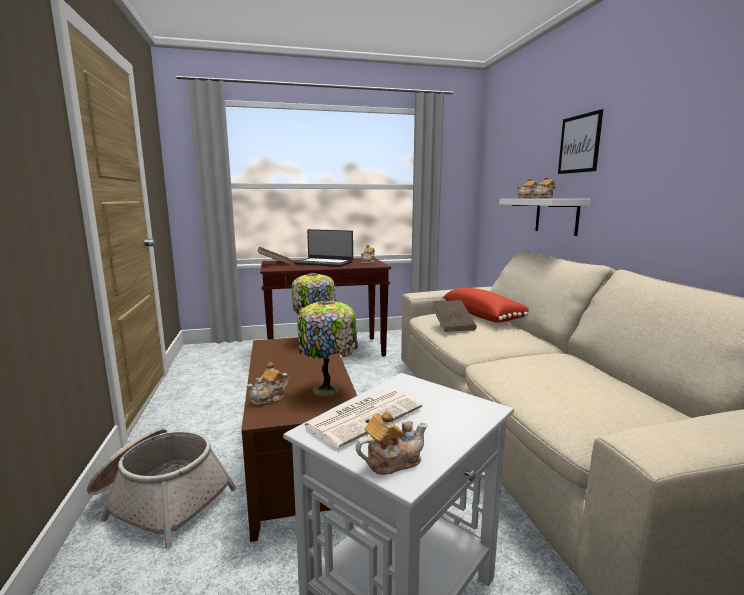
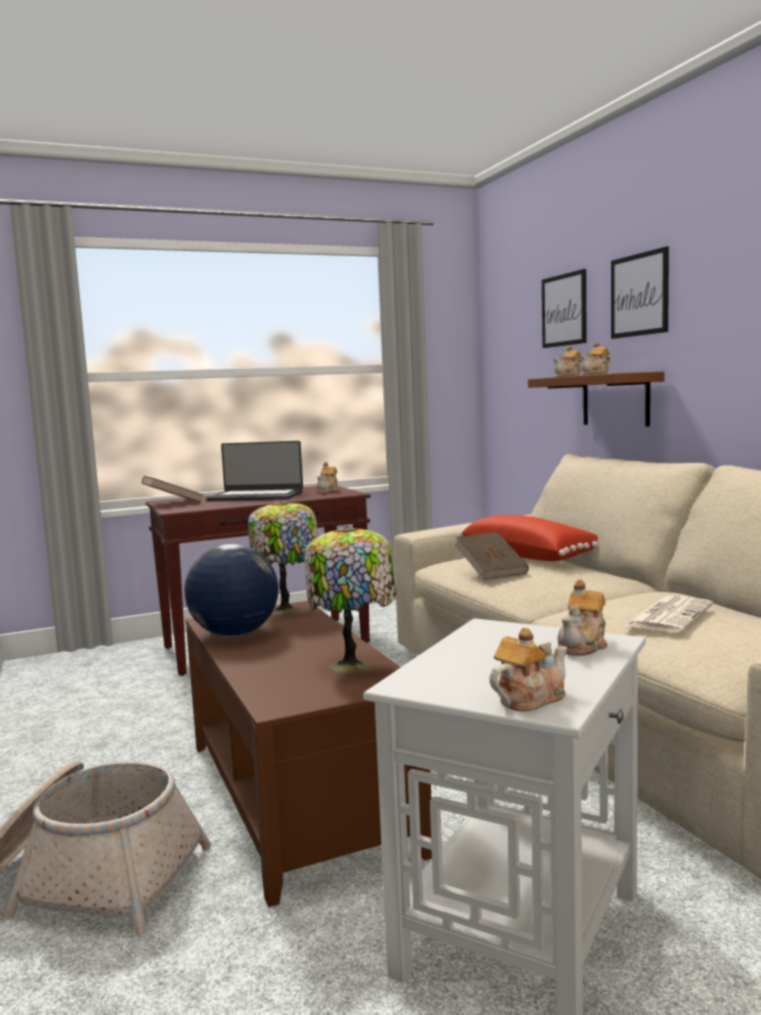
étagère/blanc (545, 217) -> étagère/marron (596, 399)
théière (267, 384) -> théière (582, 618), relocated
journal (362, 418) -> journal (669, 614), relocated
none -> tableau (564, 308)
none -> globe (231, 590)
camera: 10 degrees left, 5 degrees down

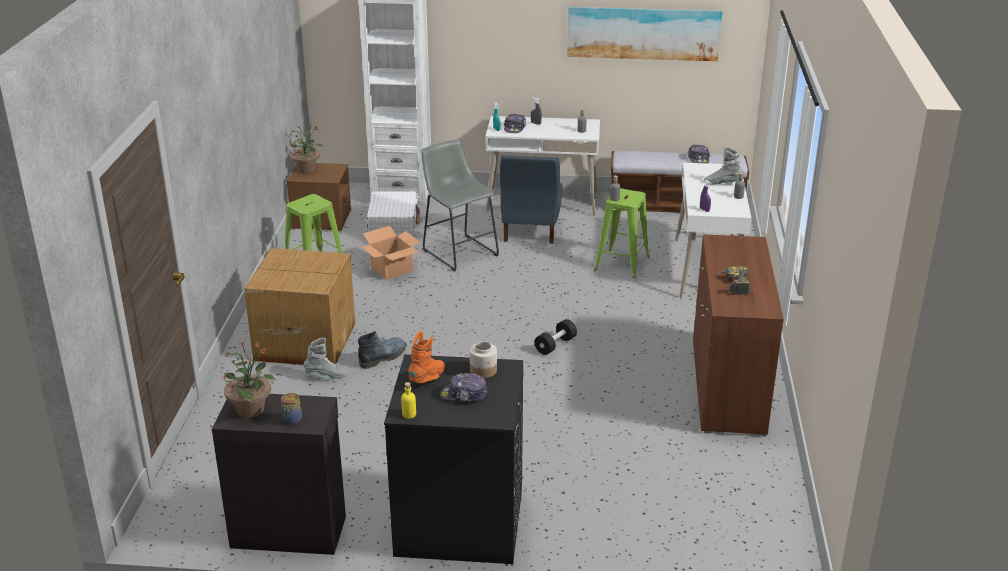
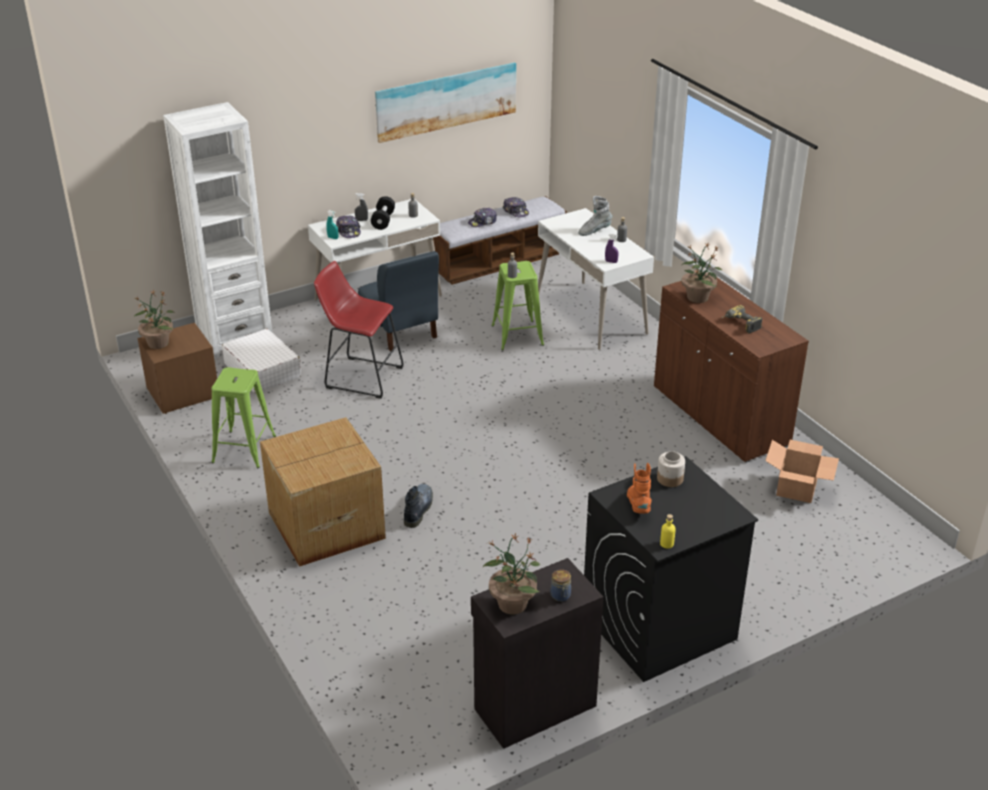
tabouret/gris (460, 205) -> tabouret/rouge (359, 330)
carton (390, 253) -> carton (802, 471), relocated
haltère/noir (555, 337) -> haltère/noir (383, 213), relocated
botte/gris (326, 358) -> none
casquette (463, 387) -> casquette (482, 217), relocated
none -> plante en pot (702, 273)
camera: 35 degrees left, 5 degrees up

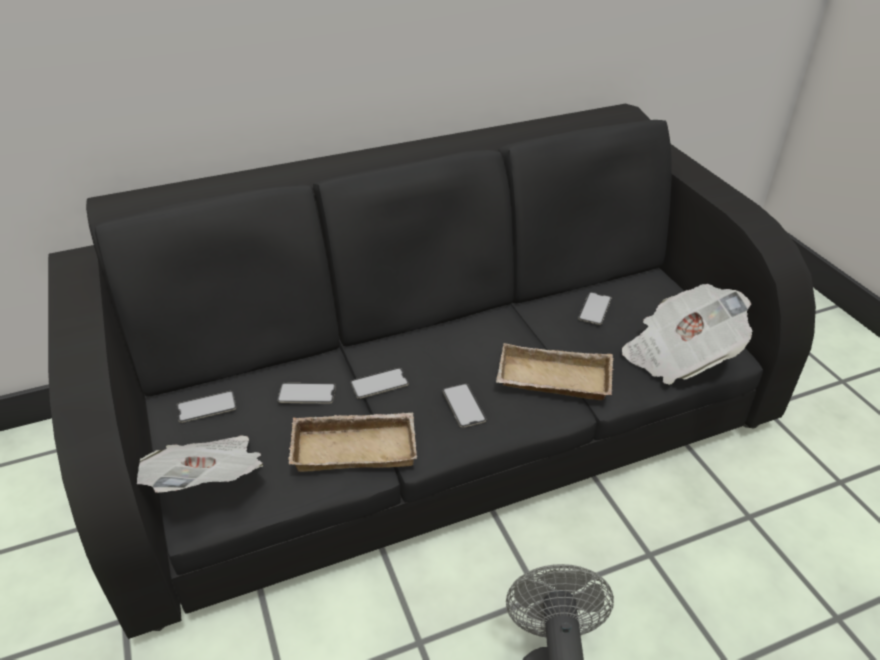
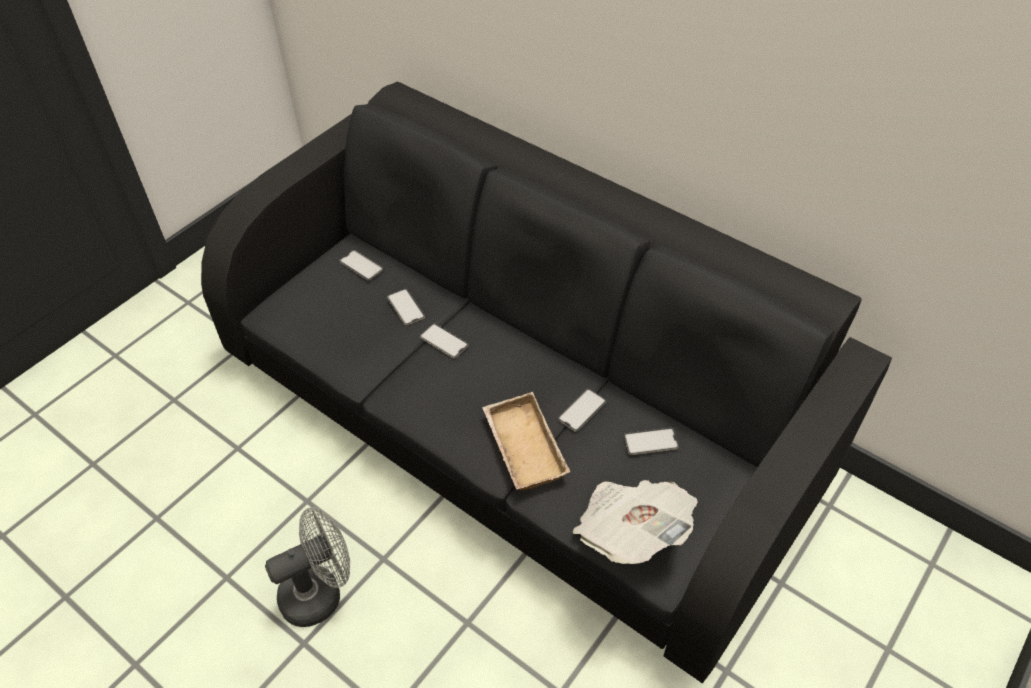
téléphone (464, 405) -> téléphone (582, 410), relocated
plateau/beige (352, 442) -> none
journal (200, 464) -> none
camera: 60 degrees right, 10 degrees up

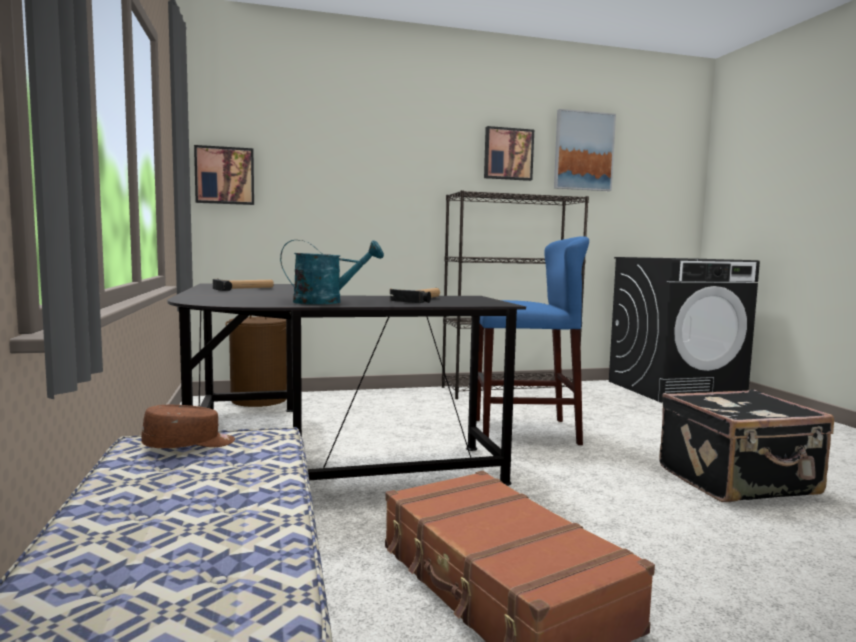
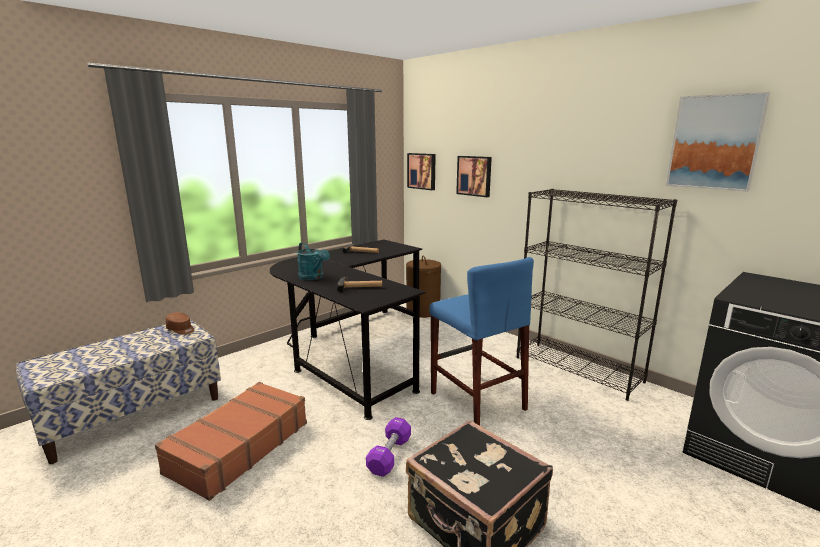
tableau (509, 153) -> tableau (474, 176), relocated
none -> haltère/violet (388, 447)
camera: 60 degrees right, 10 degrees up

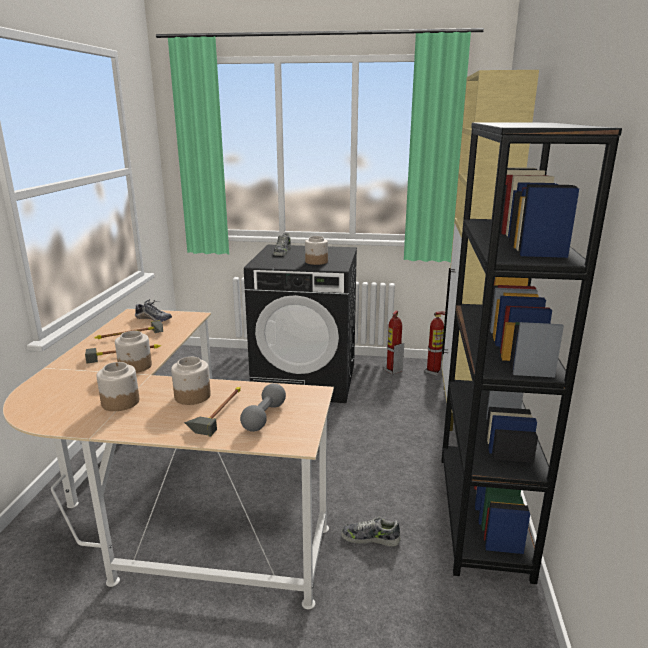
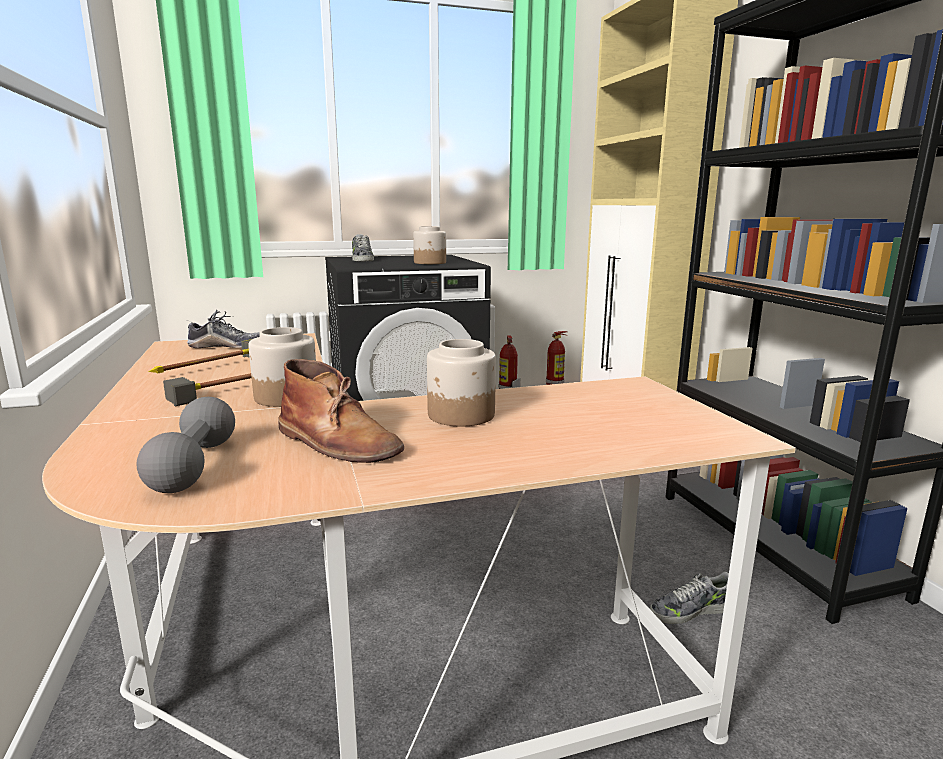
bocal (118, 386) -> botte/marron (341, 411)
haltère/gris (263, 407) -> haltère/gris (186, 445), relocated
marteau (212, 412) -> none
camera: 25 degrees left, 5 degrees down

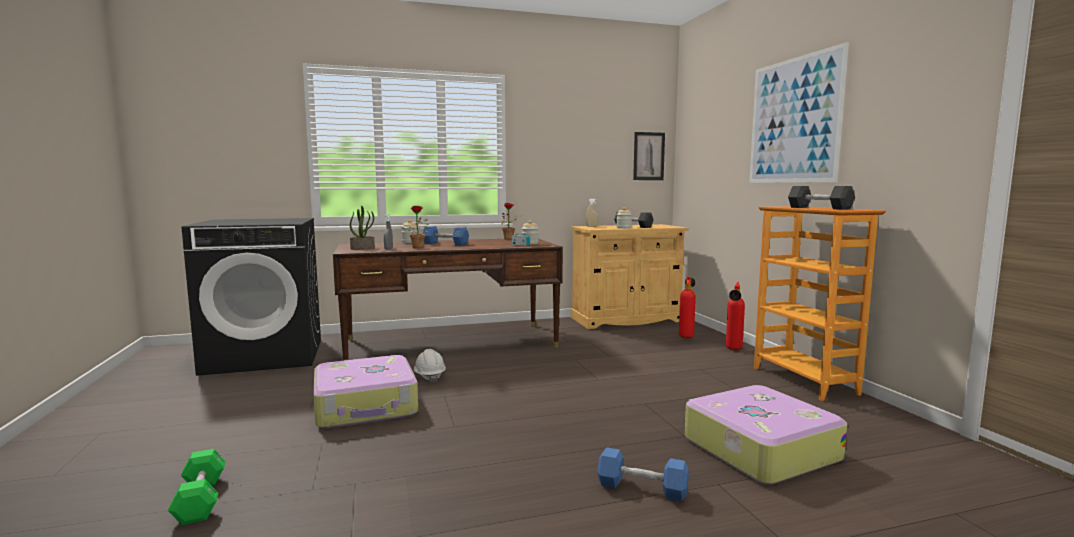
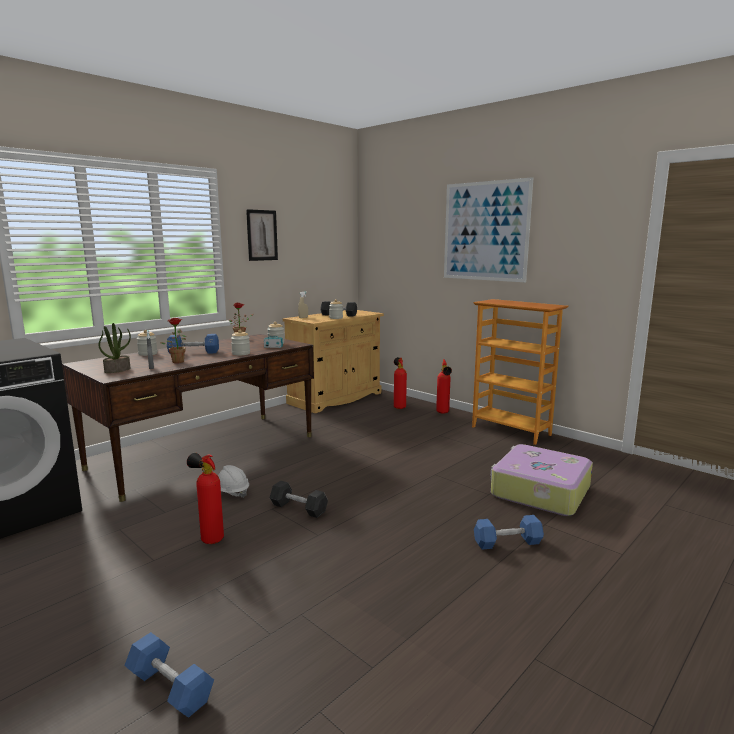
tableau (649, 156) -> tableau (262, 235), relocated
haltère/noir (821, 198) -> haltère/noir (299, 499), relocated
valise (365, 392) -> extincteur (205, 498)
haltère/vert (196, 487) -> haltère/bleu (169, 675)
none -> bocal (240, 343)
camera: 30 degrees left, 5 degrees up

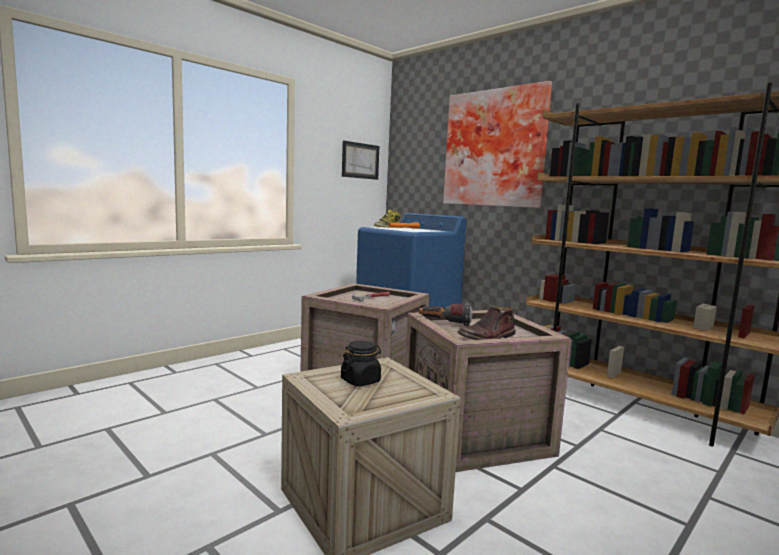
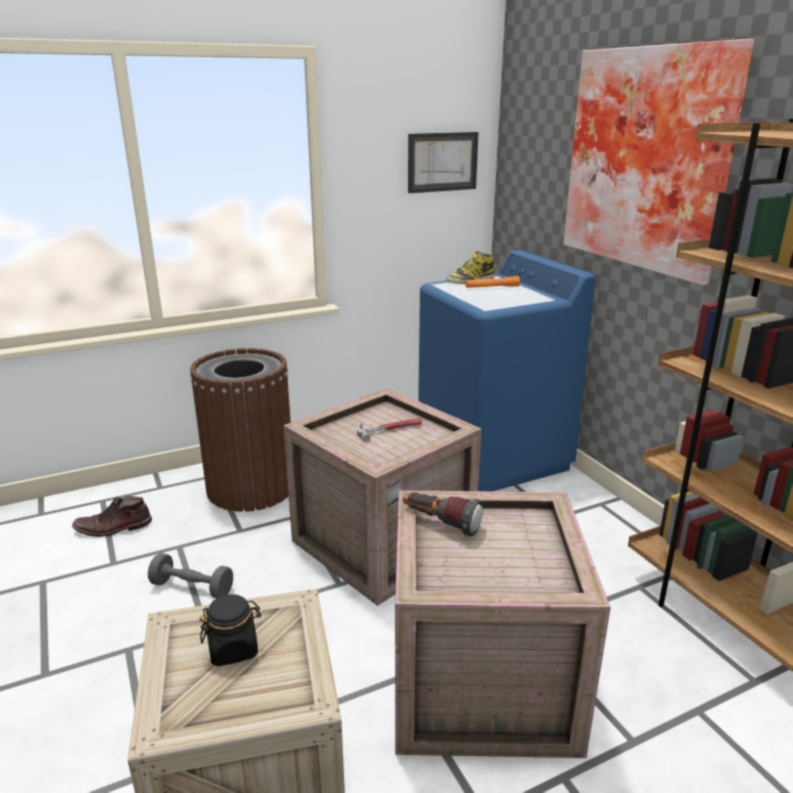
botte/marron (486, 323) -> botte/marron (112, 516), relocated
none -> poubelle/marron (240, 430)
none -> haltère/gris (190, 575)
camera: 20 degrees right, 15 degrees up

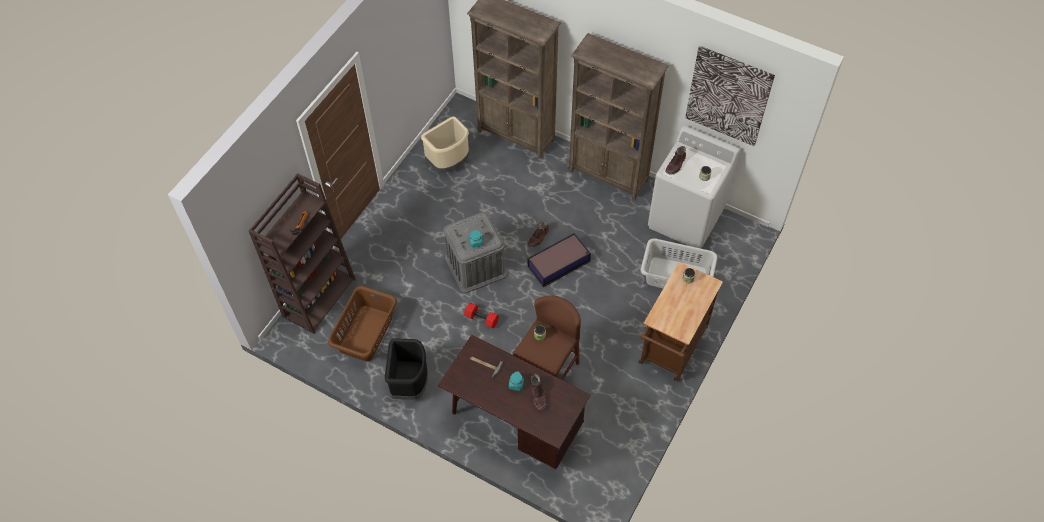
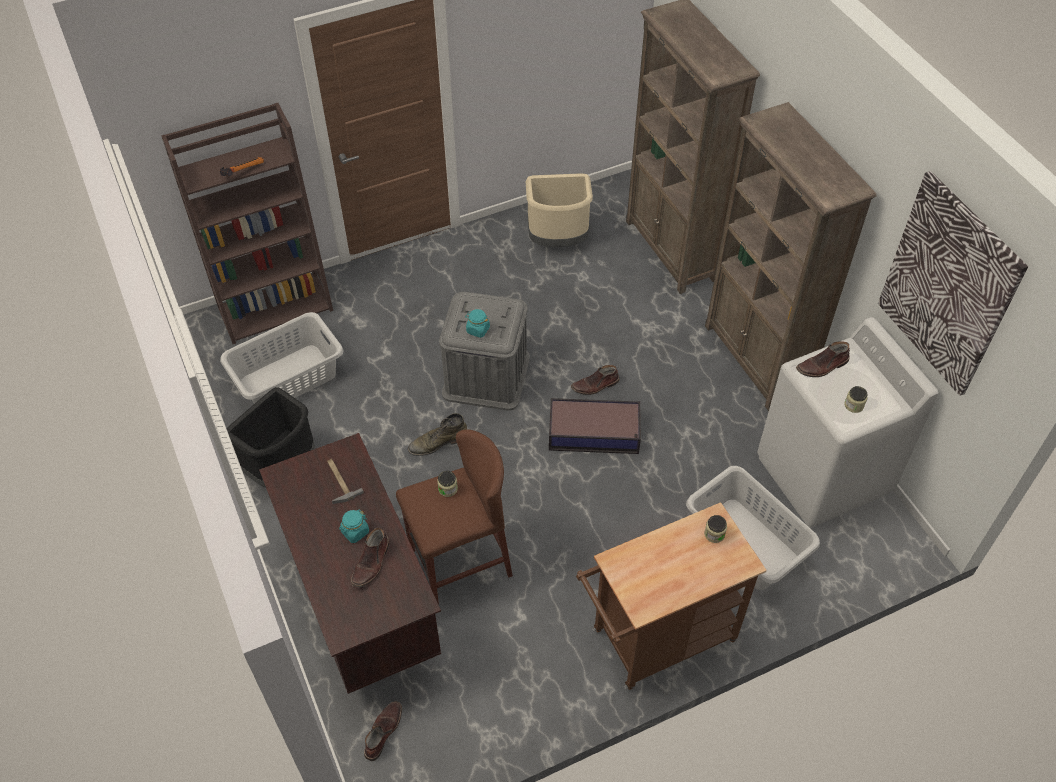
panier à linge/marron (362, 323) -> panier à linge/gris (282, 358)
haltère/rouge (481, 315) -> botte/vert (437, 434)
none -> botte/marron (383, 731)
camera: 35 degrees right, 5 degrees down

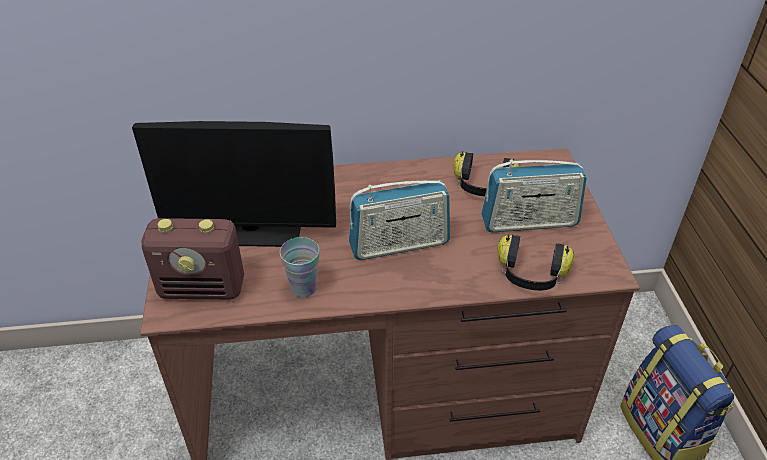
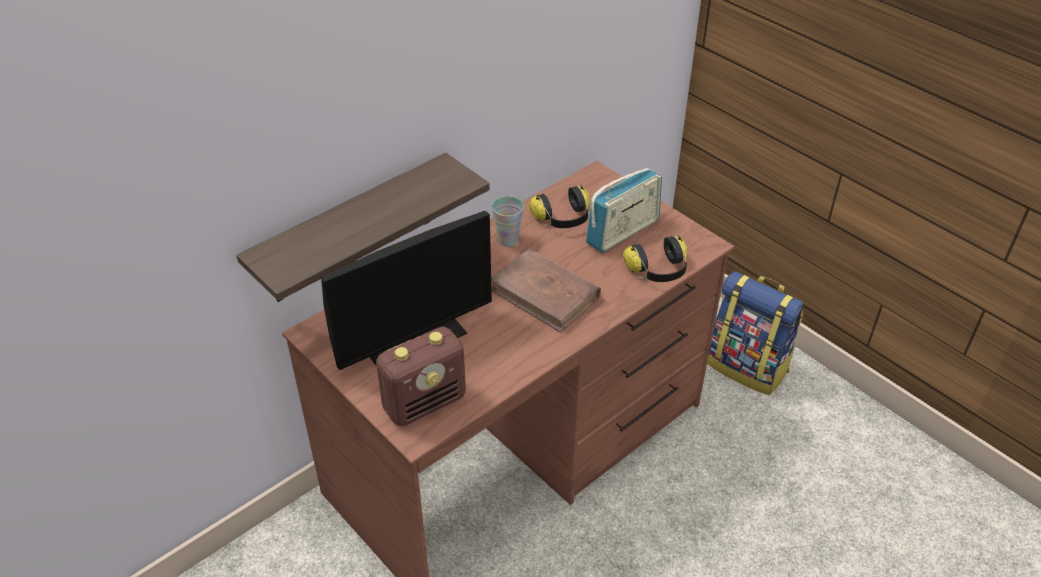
radio (399, 220) -> livre/marron (546, 290)
tasse (299, 267) -> tasse (508, 221), relocated
none -> étagère (363, 227)
camera: 35 degrees left, 0 degrees up

